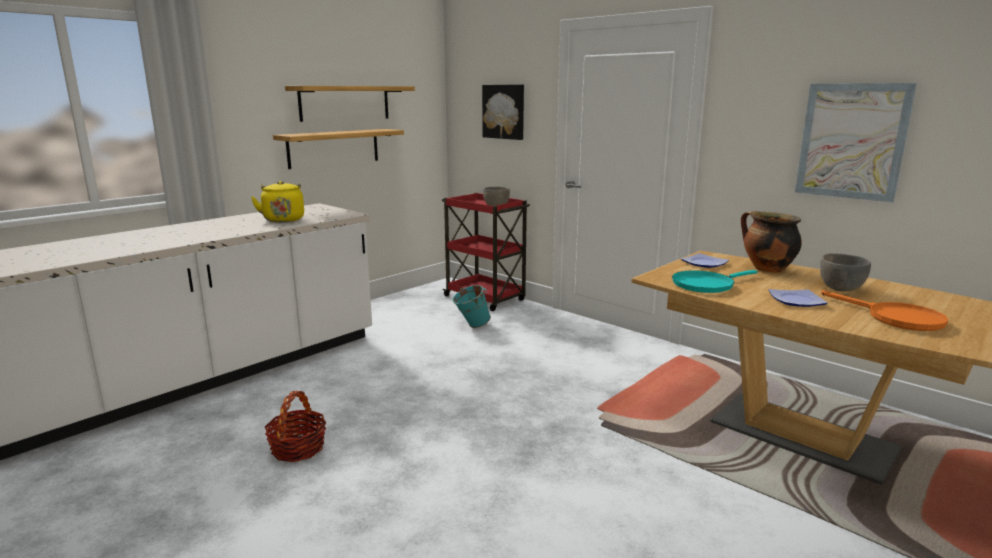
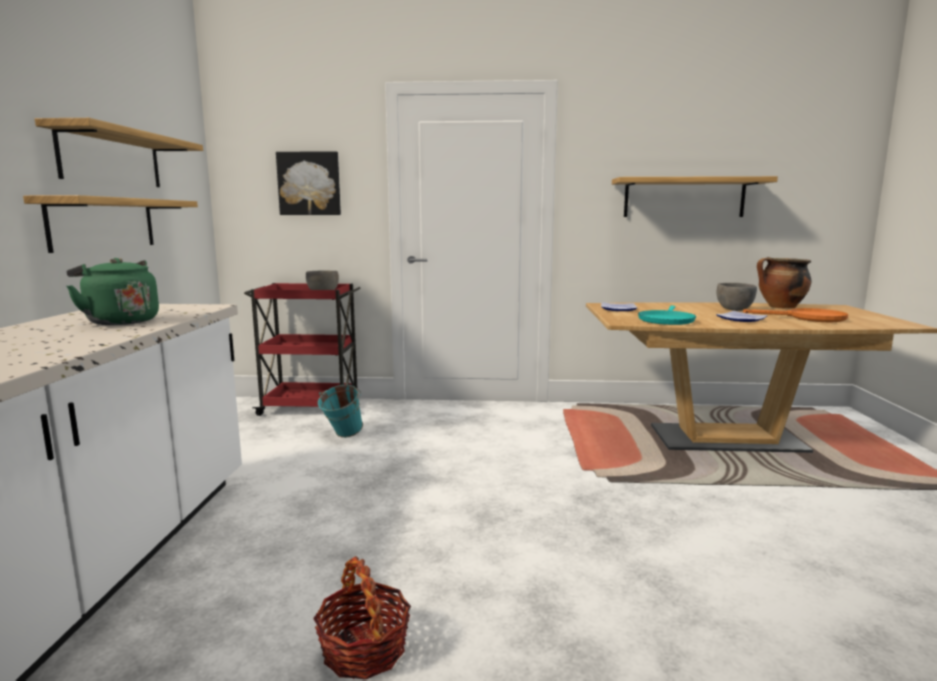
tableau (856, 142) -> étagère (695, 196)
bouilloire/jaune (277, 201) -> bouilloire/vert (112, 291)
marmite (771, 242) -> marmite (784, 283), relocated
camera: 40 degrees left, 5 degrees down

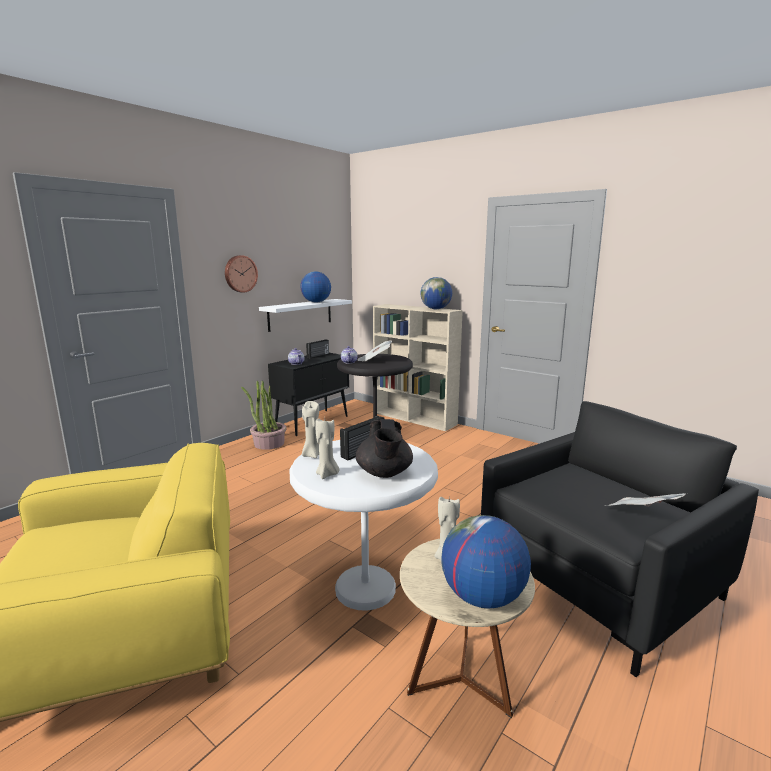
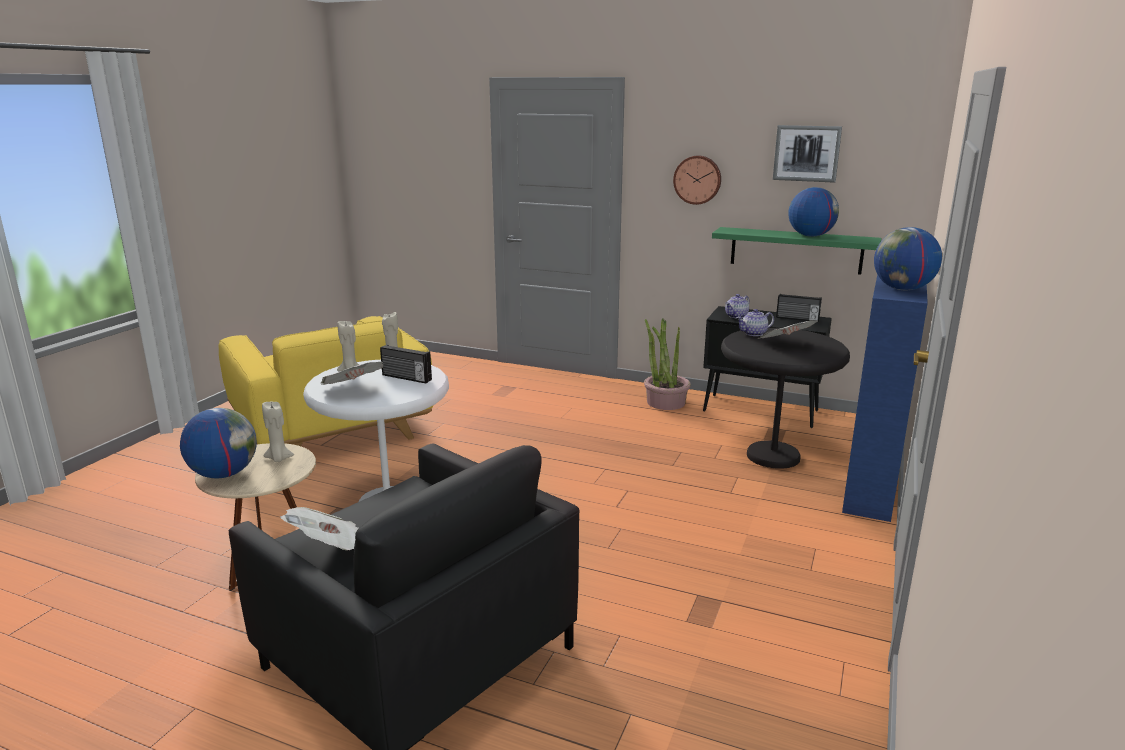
étagère/blanc (305, 315) -> étagère/vert (797, 251)
bibliothèque/beige (418, 367) -> bibliothèque/bleu (885, 398)
théière/noir (384, 448) -> journal (352, 373)
none -> tableau (807, 154)
camera: 75 degrees right, 5 degrees up

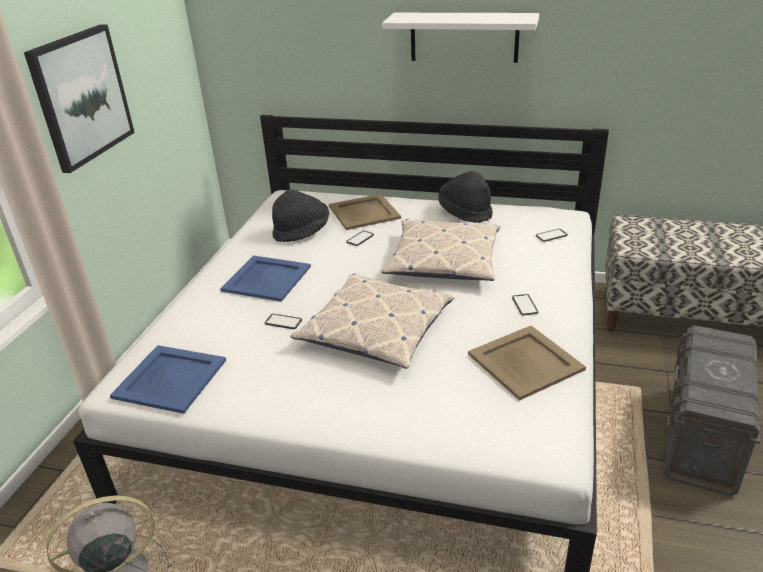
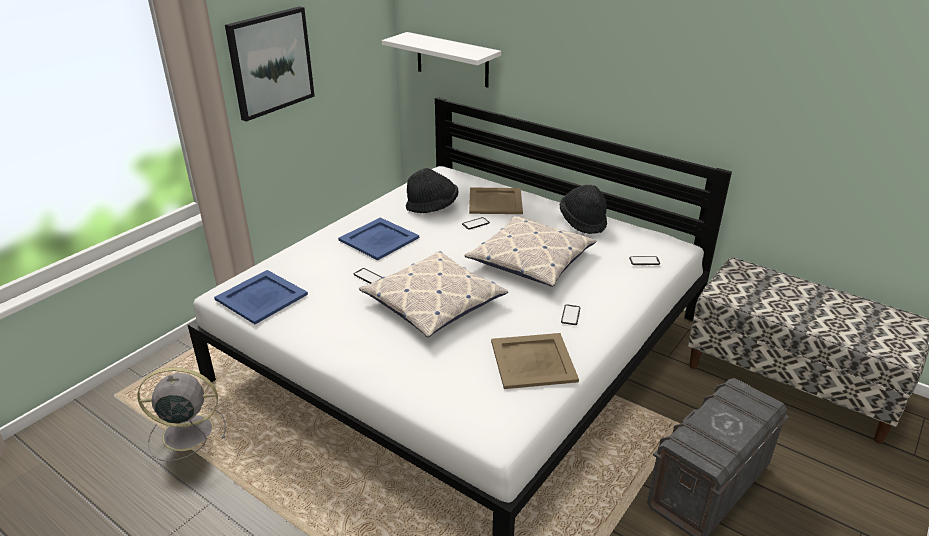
étagère/blanc (460, 38) -> étagère/blanc (441, 60), relocated
camera: 20 degrees right, 0 degrees up

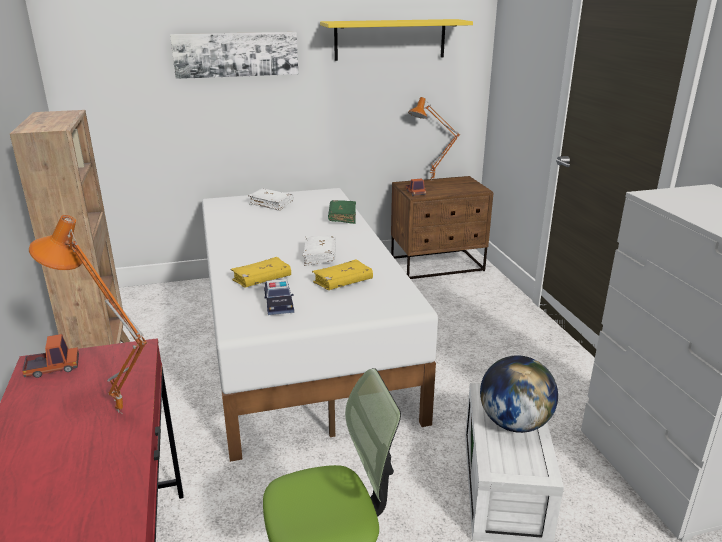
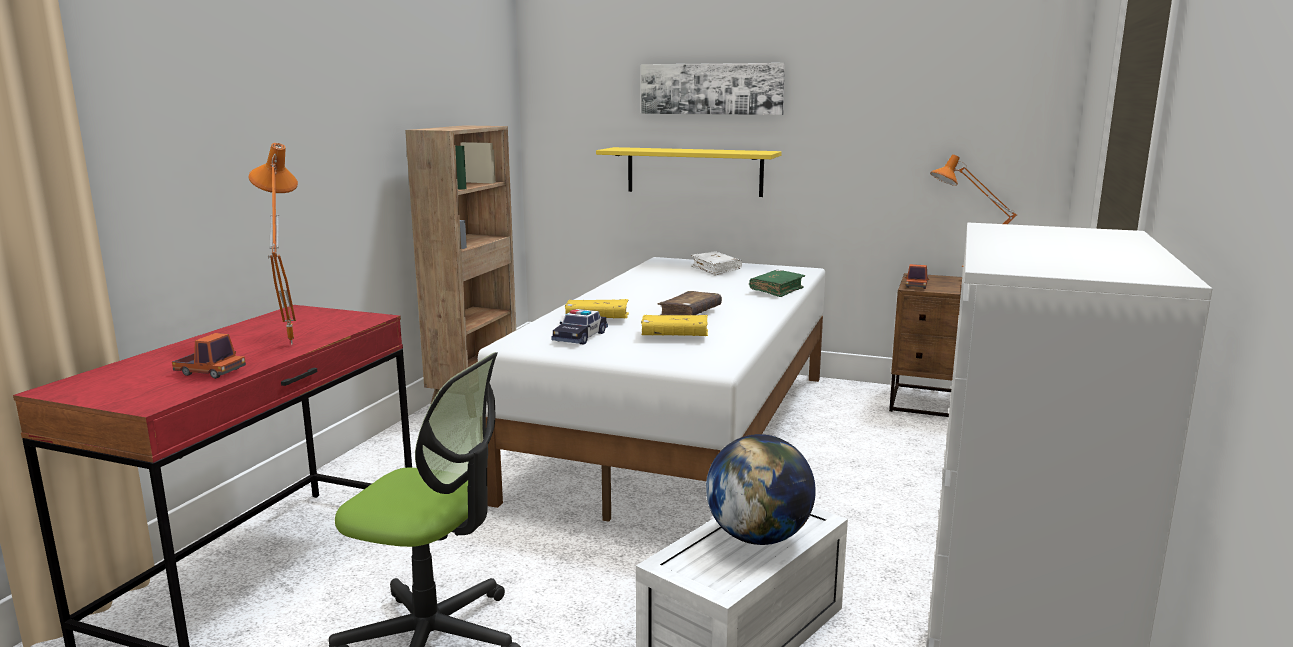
étagère/jaune (396, 40) -> étagère/jaune (689, 172), relocated
livre/blanc (319, 250) -> livre/marron (690, 303)
camion jouet (50, 356) -> camion jouet (209, 356), relocated
camera: 35 degrees right, 10 degrees down

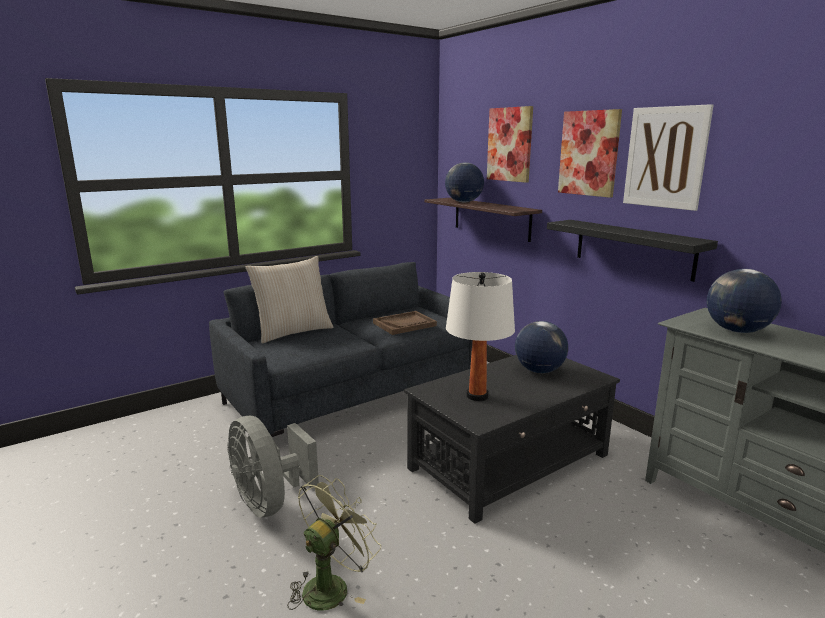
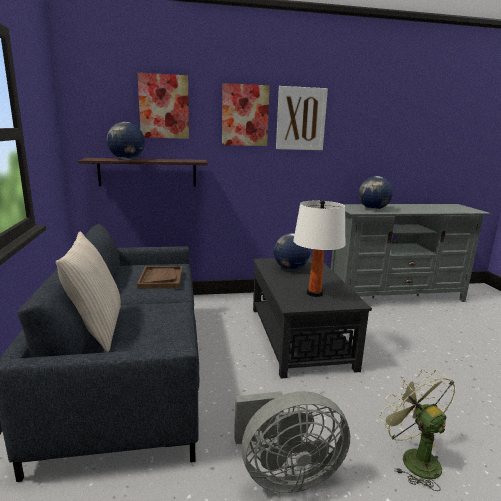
étagère/noir (632, 251) -> none
camera: 65 degrees left, 0 degrees up

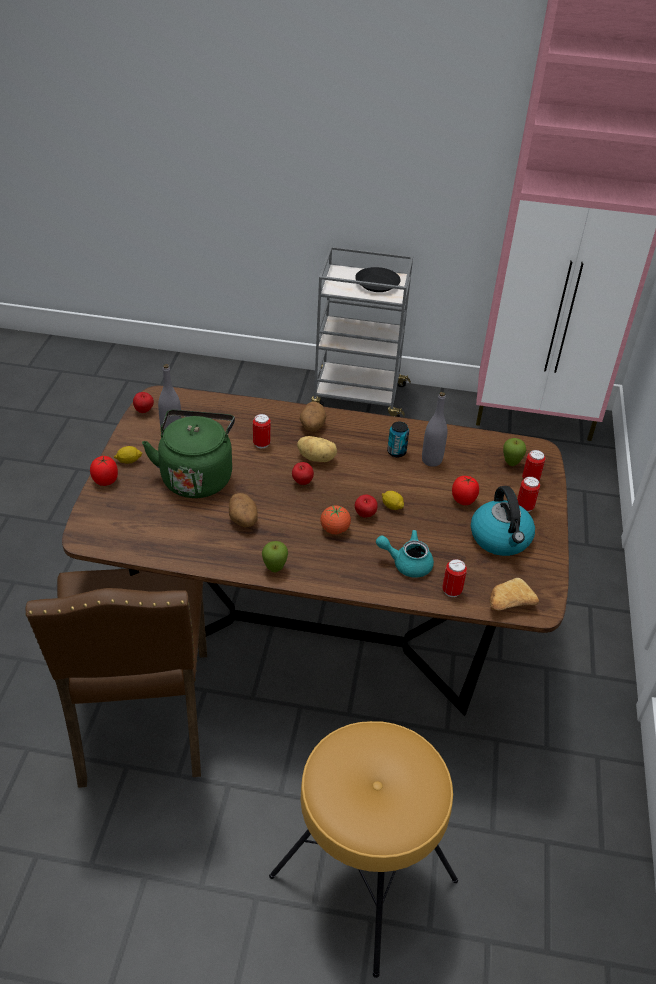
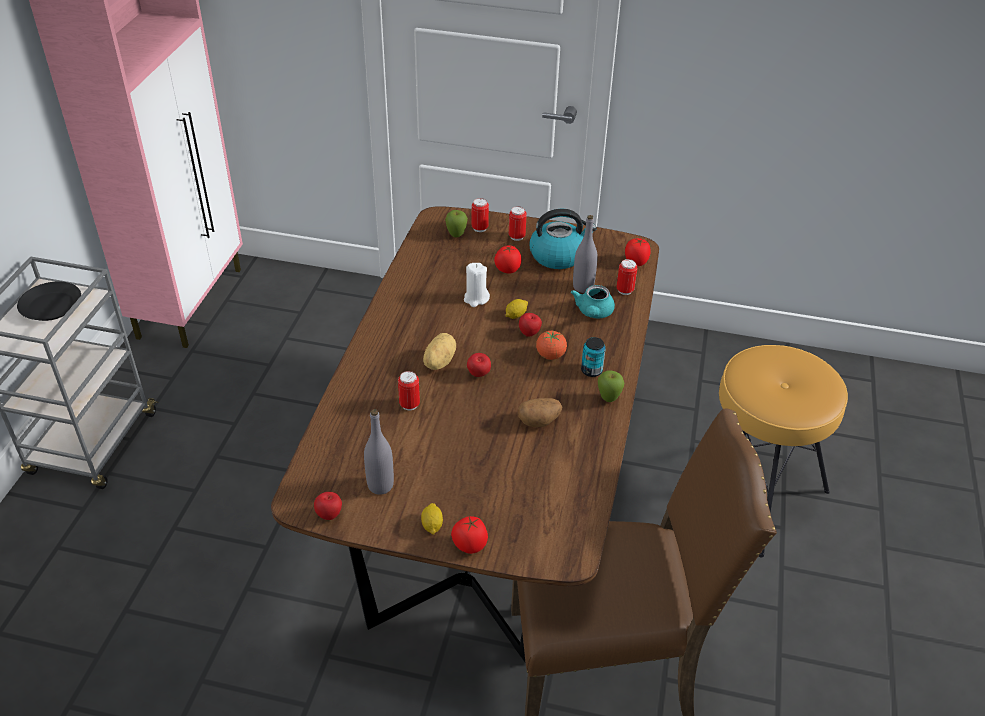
bouteille/gris (435, 429) -> bouteille/gris (585, 254), relocated
pomme de terre (313, 416) -> none
bouilloire/vert (188, 454) -> none
boîte métallique (398, 439) -> boîte métallique (593, 357), relocated
pain (514, 594) -> tomate (638, 252)
none -> bougie/blanc (477, 285)
camera: 85 degrees left, 0 degrees up

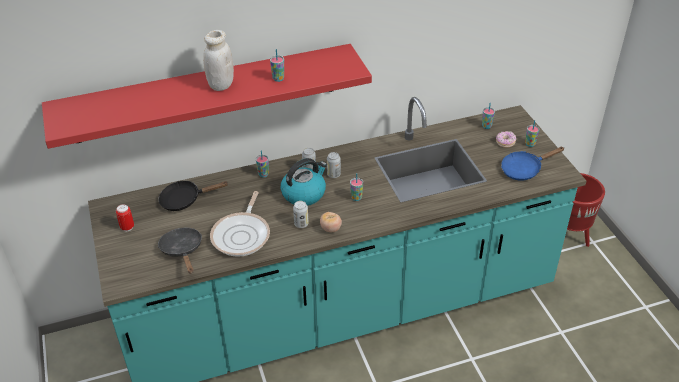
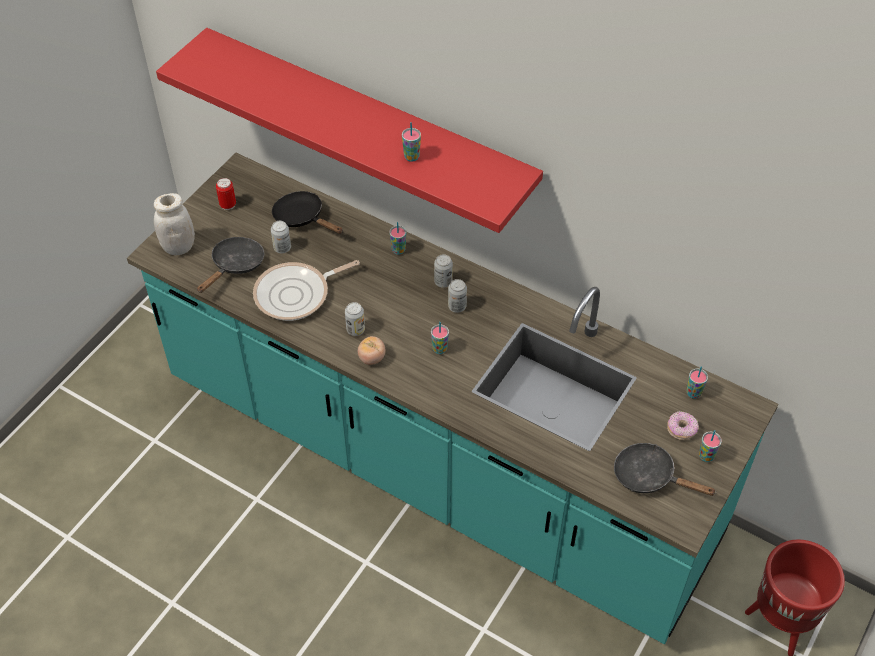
bocal/blanc (218, 60) -> bocal/blanc (174, 224), relocated
poêle/bleu (533, 164) -> poêle/noir (664, 469)
bouilloire (304, 182) -> none
none -> boîte métallique (281, 237)
camera: 50 degrees right, 10 degrees up

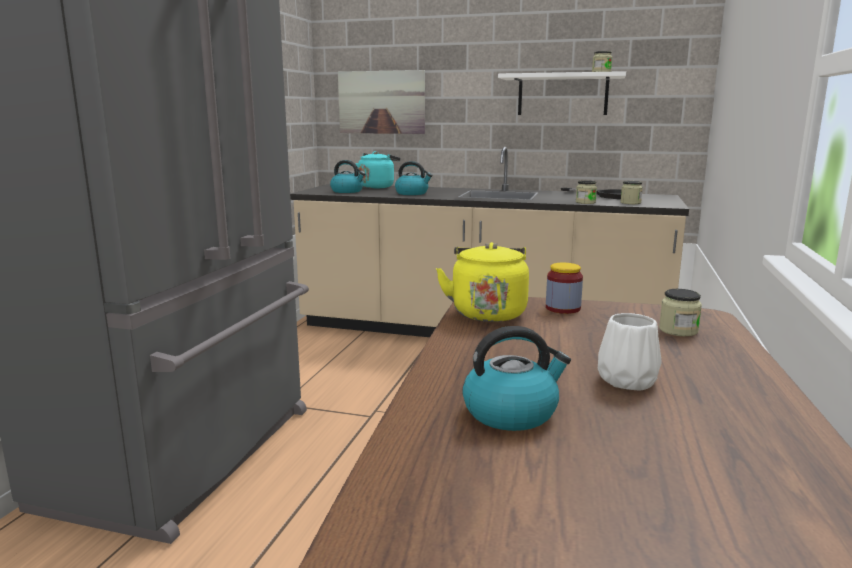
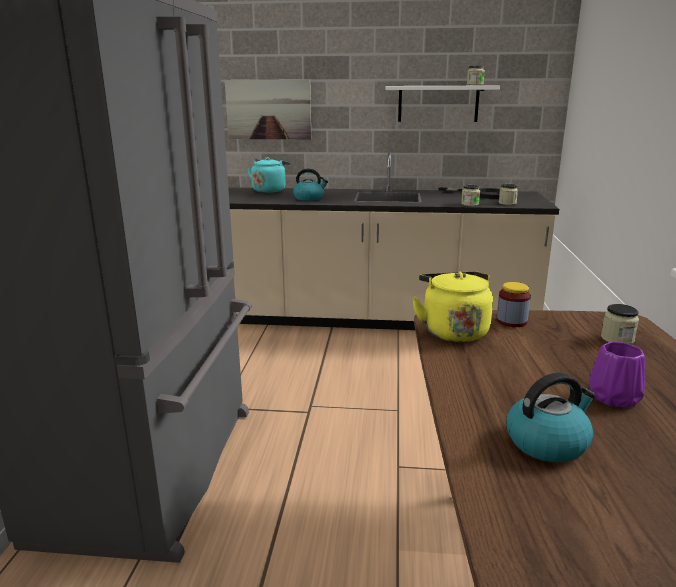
bouilloire (347, 176) -> none
vase/blanc (630, 351) -> vase/violet (617, 375)
camera: 10 degrees left, 5 degrees up

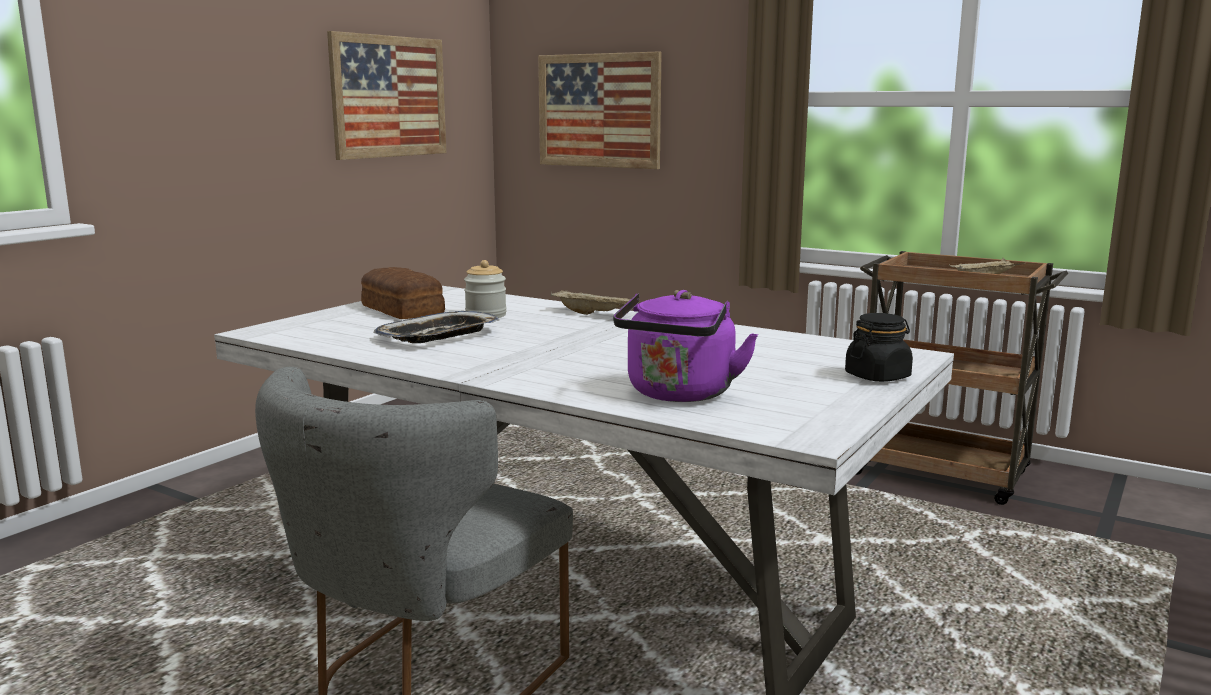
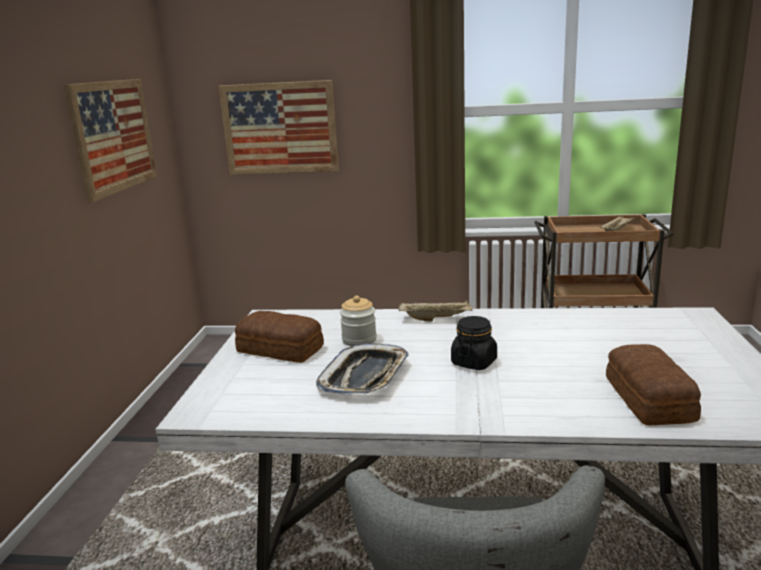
bouilloire/violet (685, 346) -> pain (653, 384)
bocal/noir (879, 347) -> bocal/noir (474, 343), relocated
camera: 25 degrees left, 5 degrees up

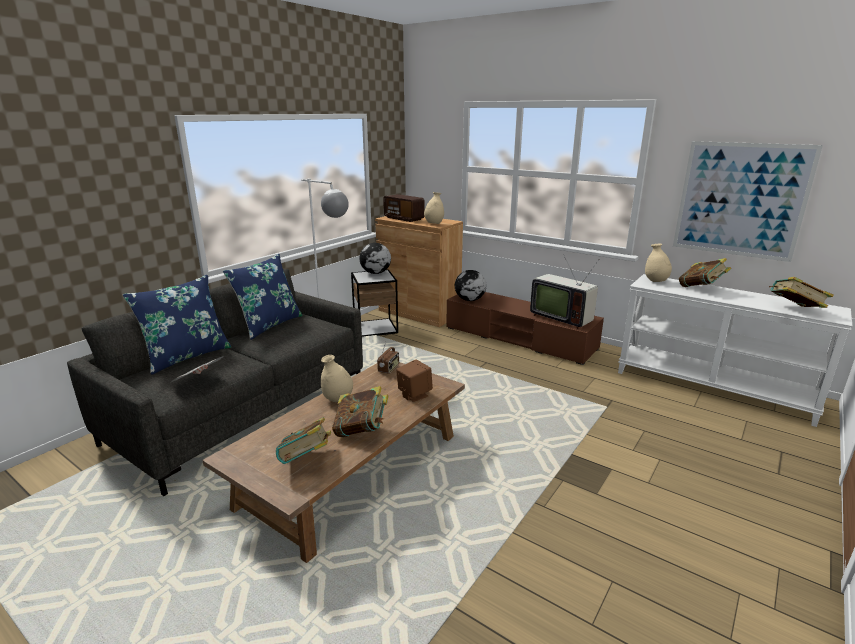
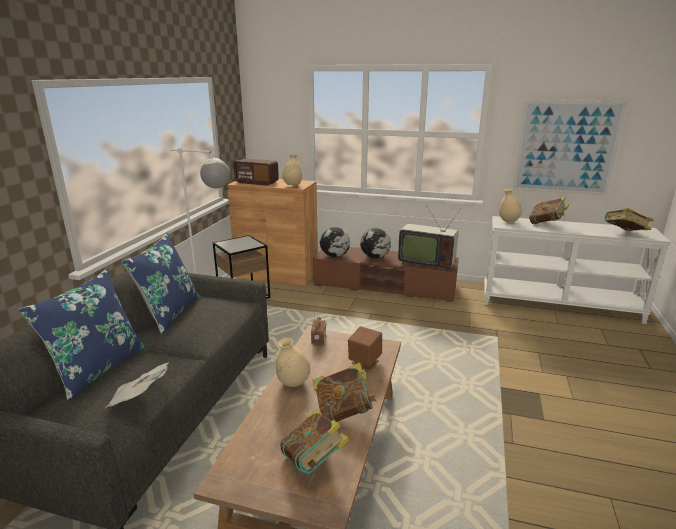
globe (375, 258) -> globe (375, 243), relocated
camera: 20 degrees left, 0 degrees up

